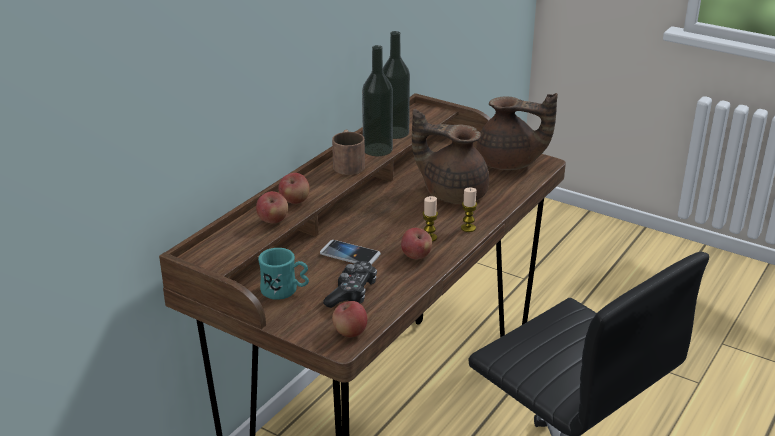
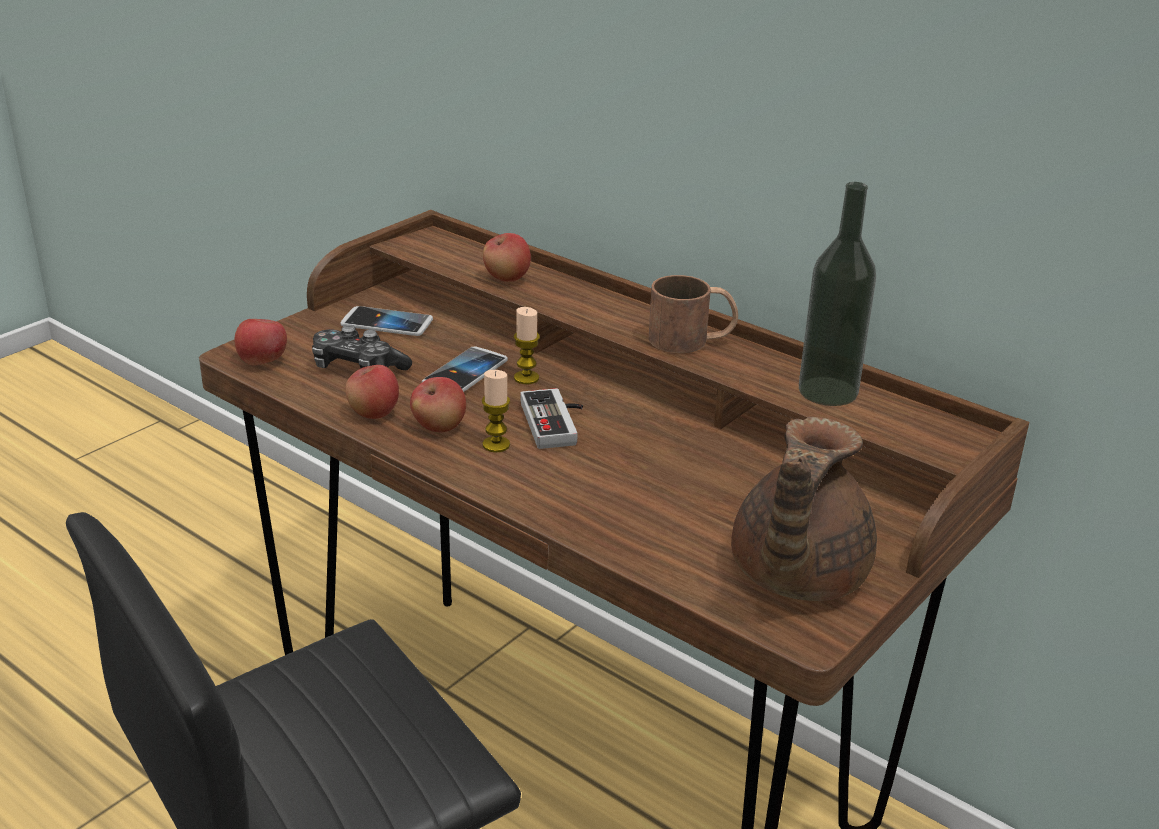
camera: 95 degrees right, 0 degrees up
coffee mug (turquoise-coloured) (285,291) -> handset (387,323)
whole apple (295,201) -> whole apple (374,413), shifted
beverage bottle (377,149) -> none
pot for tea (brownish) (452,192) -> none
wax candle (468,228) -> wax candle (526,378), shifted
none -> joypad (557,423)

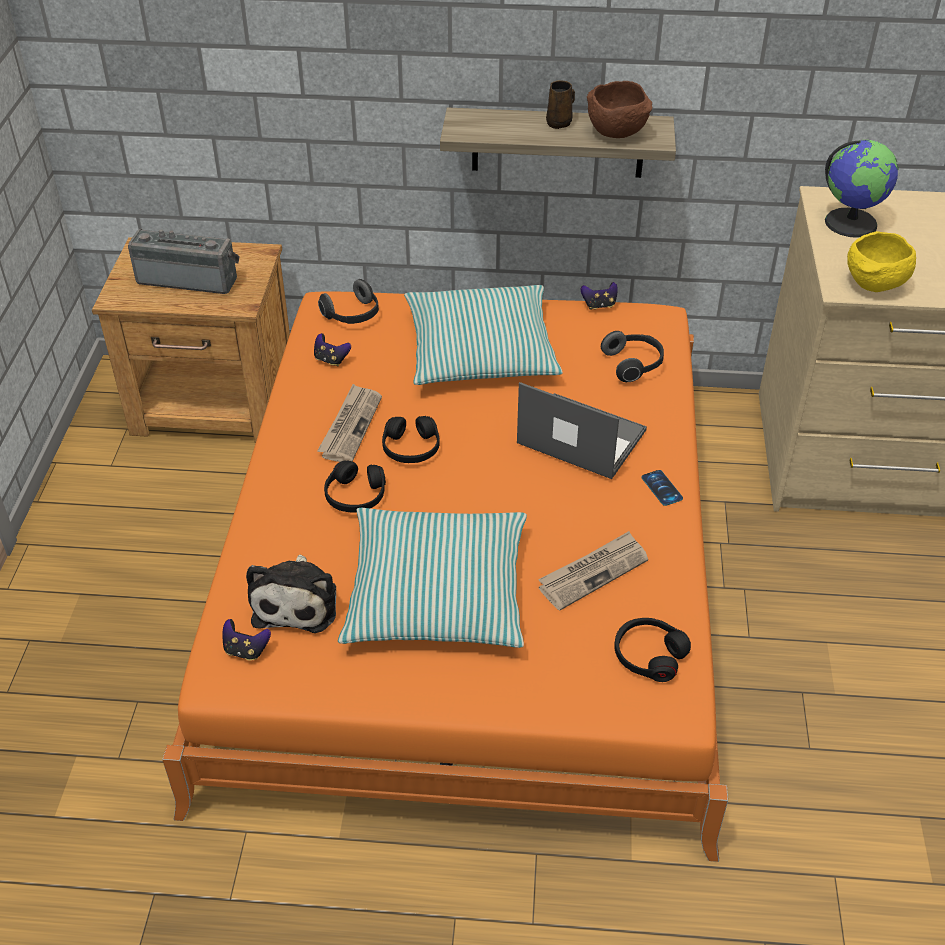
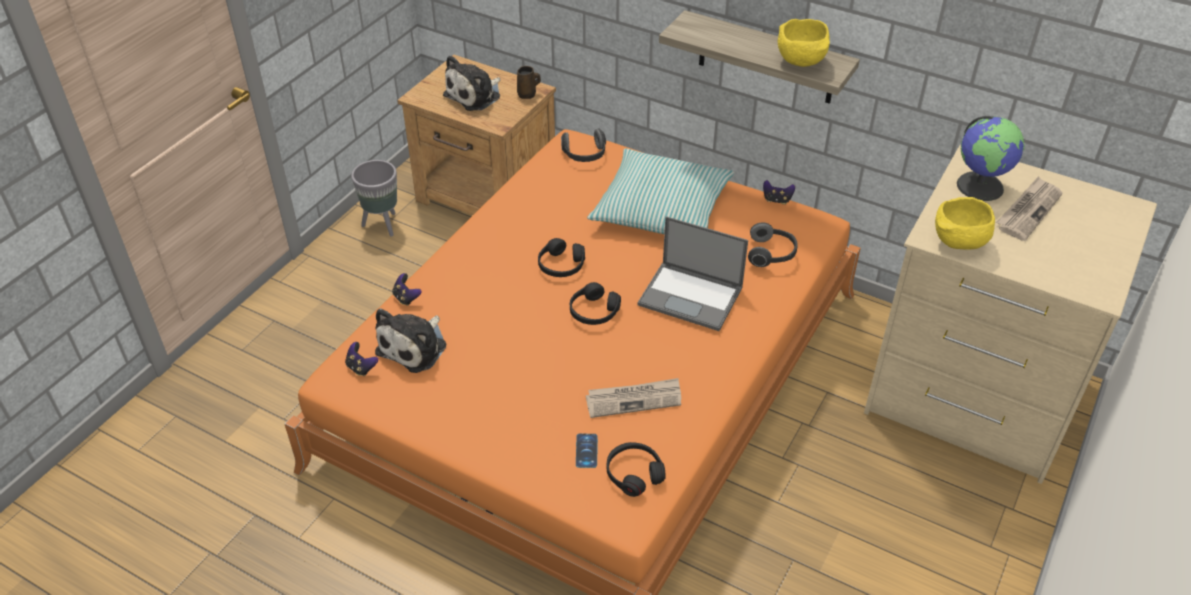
camera: 25 degrees right, 0 degrees up
radio (189,278) -> soft toy (475,95)
joypad (331,360) -> joypad (406,298), shifted
daily paper (350,426) -> daily paper (1028,210), shifted
headset (blackish) (355,495) -> headset (blackish) (594,311), shifted
pillow (437,592) -> none
notebook computer (579,437) -> notebook computer (692,296), 150 degrees clockwise
coffee mug (brownish) (560,123) -> coffee mug (brownish) (528,94), shifted
serving bowl (brownish) (618,133) -> serving bowl (yellow) (802,62)
handset (661,488) -> handset (586,451), shifted
none -> plant pot (gray) (383,225)

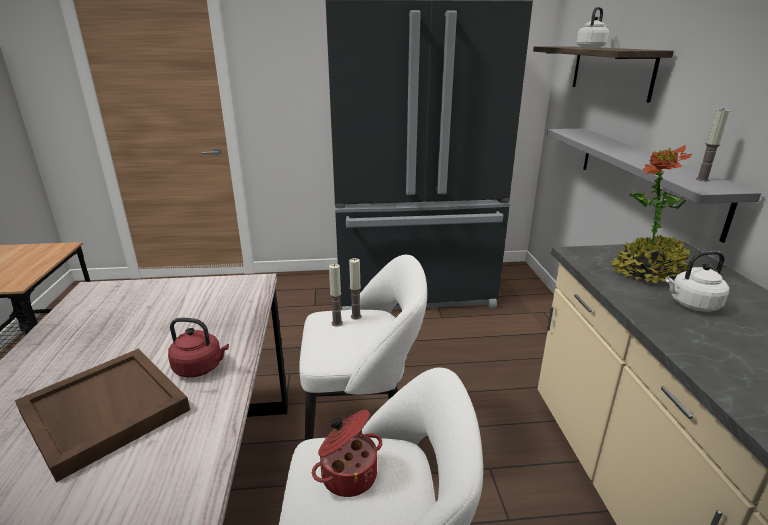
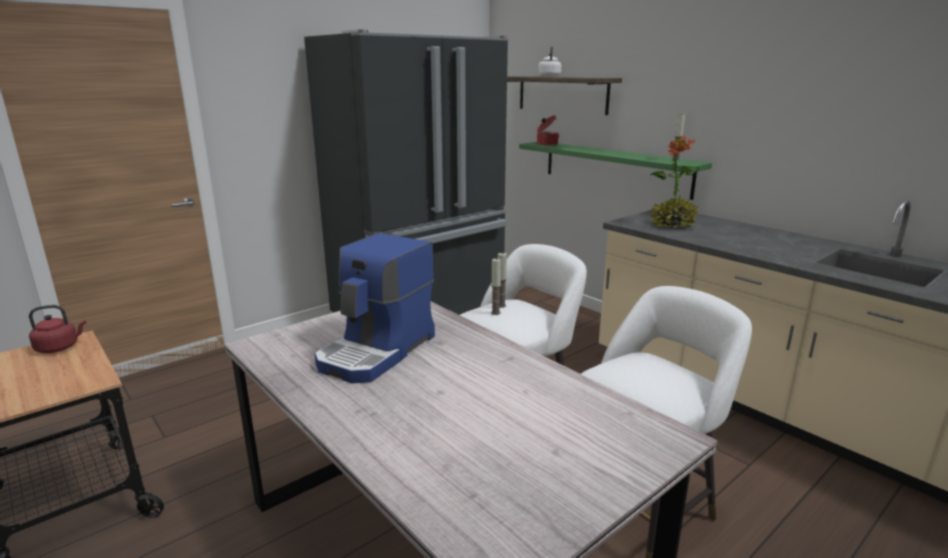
camera: 35 degrees left, 5 degrees down
tray (brownish) (103,411) -> none
tea kettle (red-coloured) (200,368) -> tea kettle (red-coloured) (60,347), shifted
cooking pot (348,474) -> cooking pot (546,144), shifted
wall shelf (gray) (644,175) -> wall shelf (greenish) (614,168)
tea kettle (whitish) (691,304) -> none
none -> coffee maker (378,351)

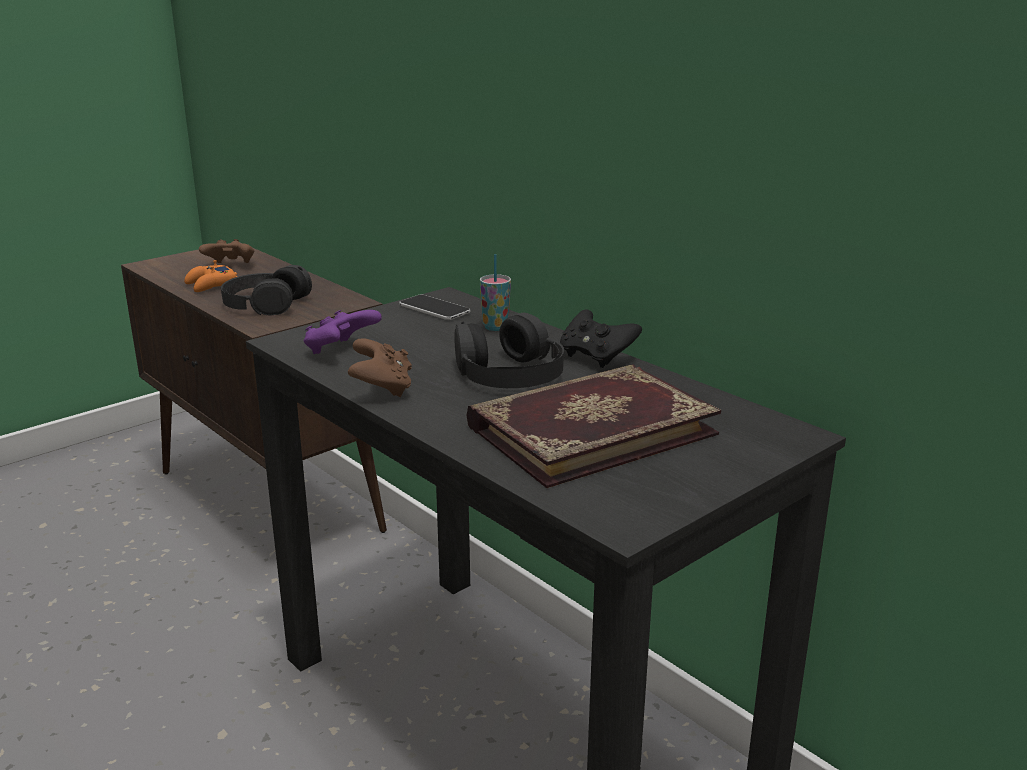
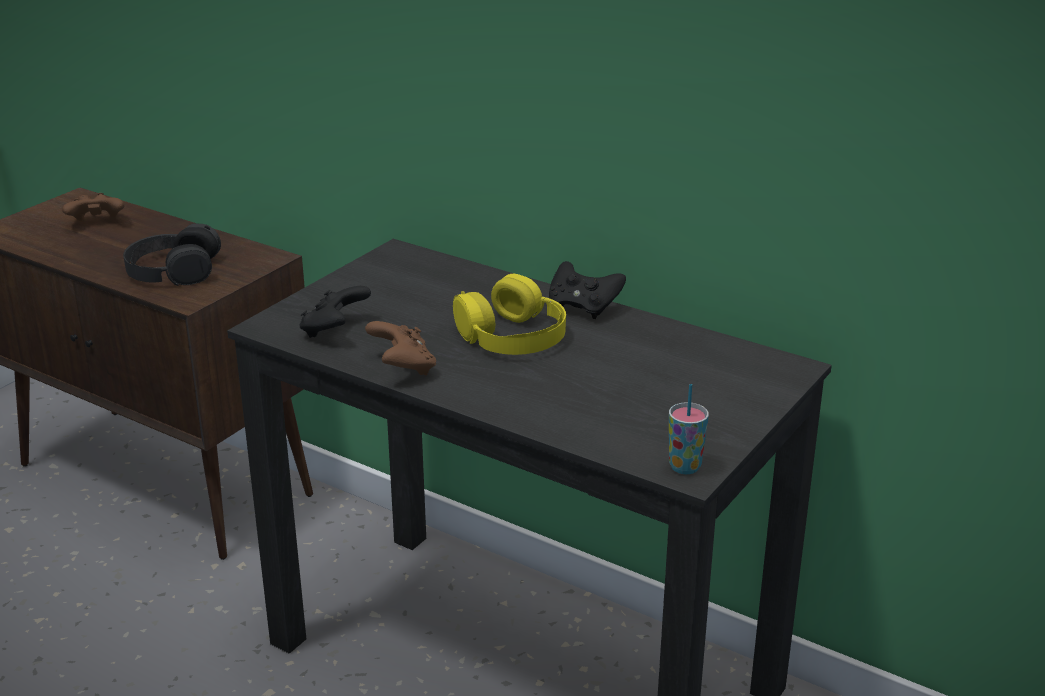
camera: 15 degrees left, 5 degrees up
joypad (orangey) (211,284) -> none
joypad (purplish) (341,350) -> joypad (blackish) (334,330)
handset (434,309) -> none
headset (blackish) (509,372) -> headset (yellow) (512,335)
book (589,429) -> none
drinking cup (495,327) -> drinking cup (685,467), shifted

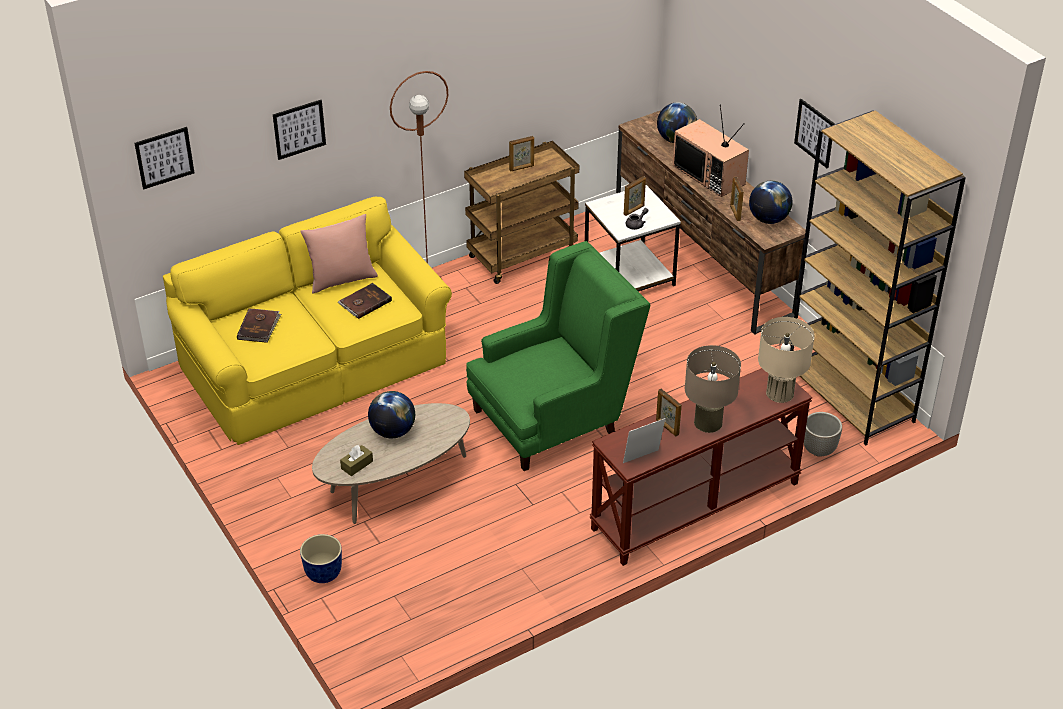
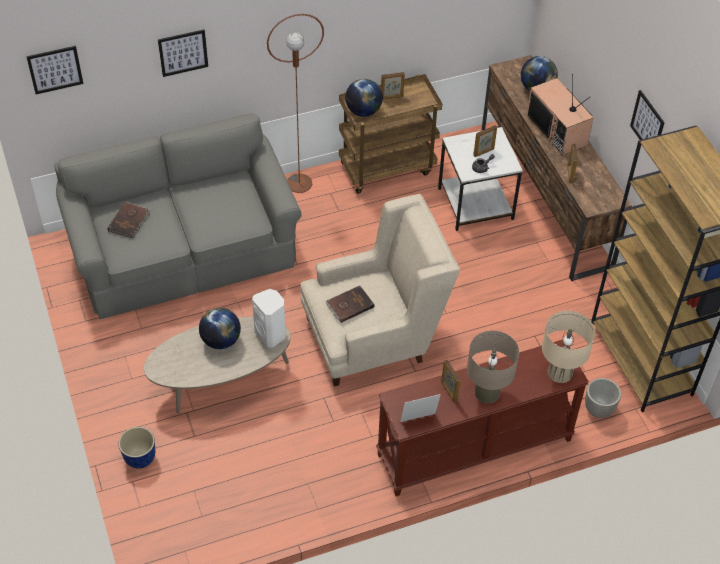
camera: 10 degrees right, 10 degrees up
couch (yellow) (315,364) -> couch (gray) (184,249)
pillow (pink-coloured) (342,279) -> none
book (brownish) (364,302) -> book (brownish) (349,305), shifted
tissue box (brownish) (357,465) -> none
easy chair (greenish) (555,417) -> easy chair (beige-coloured) (374,336)
desk globe (768,219) -> desk globe (363,111), shifted
none -> audio speaker (whitish) (271,334)

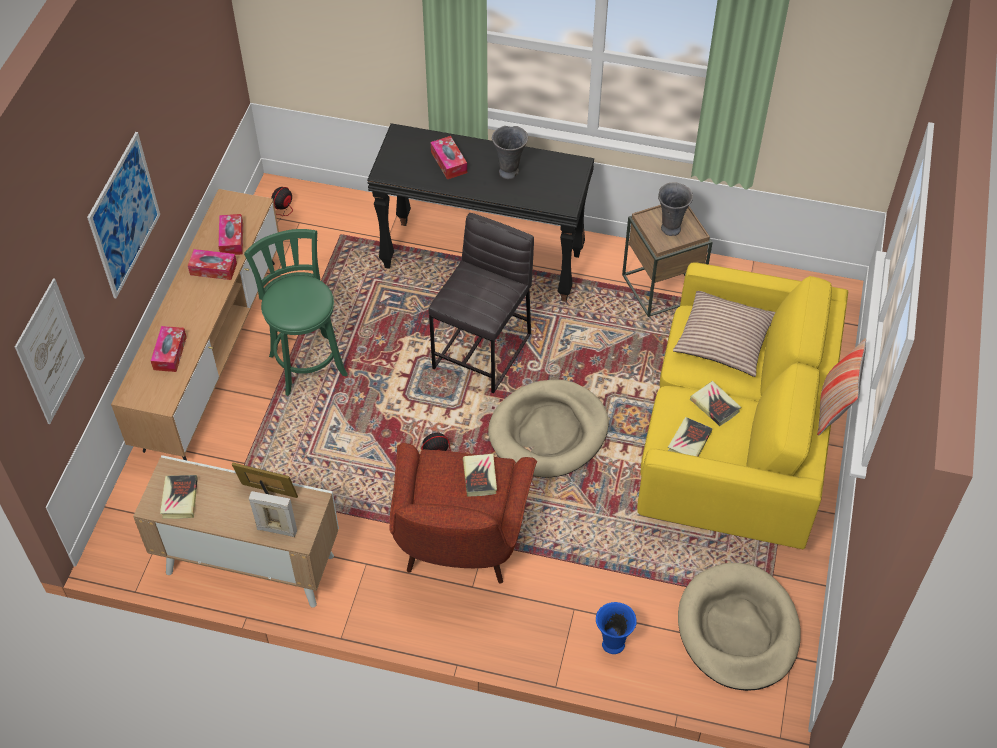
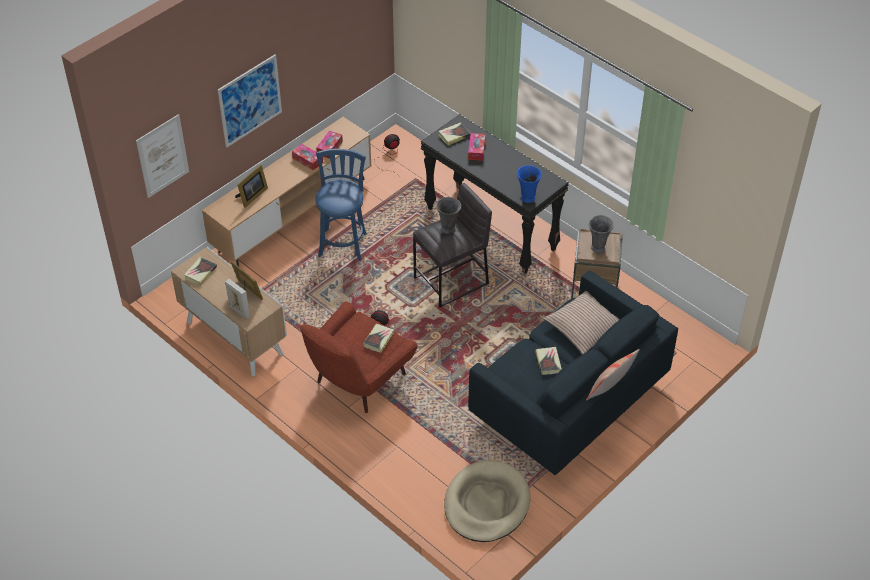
camera: 30 degrees right, 5 degrees down
tissue box (170,353) -> photo frame (251,196)
sitting stool (greenish) (307,362) -> sitting stool (blue) (343,243)
dog cushion (beige-coloured) (548,432) -> none
vase (gray) (509,172) -> vase (gray) (448,229), shifted
vase (blue) (612,644) -> vase (blue) (527,198), shifted
couch (yellow) (732,441) -> couch (blue) (567,400)
book (689,442) -> book (454,135), shifted

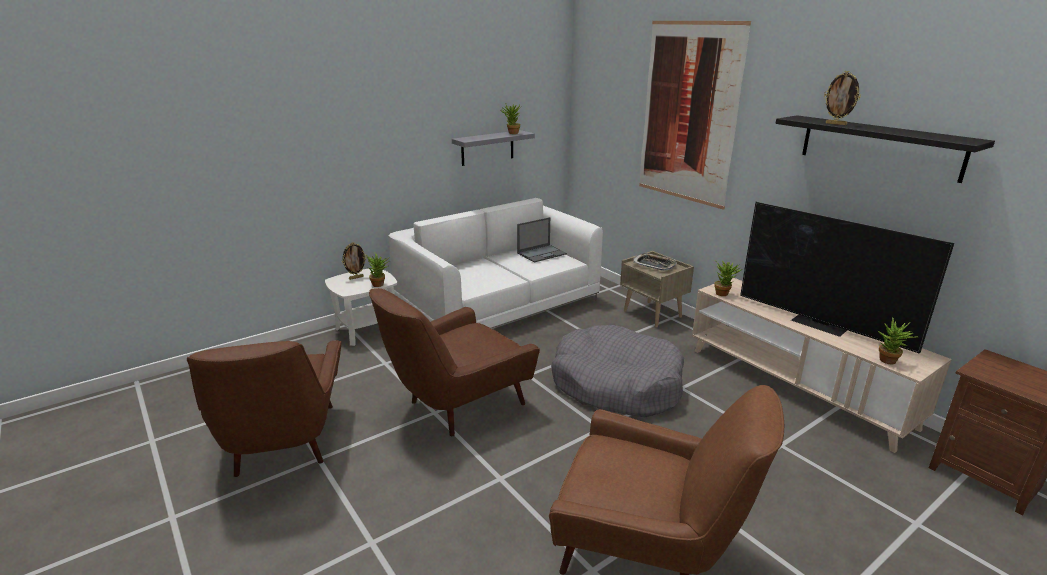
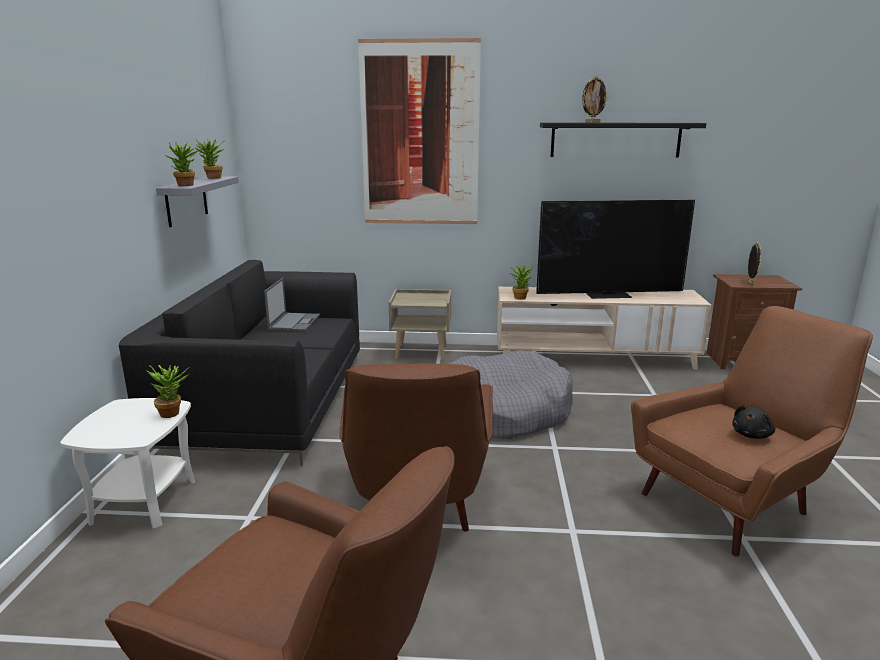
camera: 50 degrees left, 5 degrees down
photo frame (356,277) -> photo frame (750,283), shifted
couch (whitish) (498,305) -> couch (blackish) (267,401)
tray (654,265) -> none
houseplant (889,362) -> houseplant (187,185), shifted
none -> soft toy (blackish) (752,435)

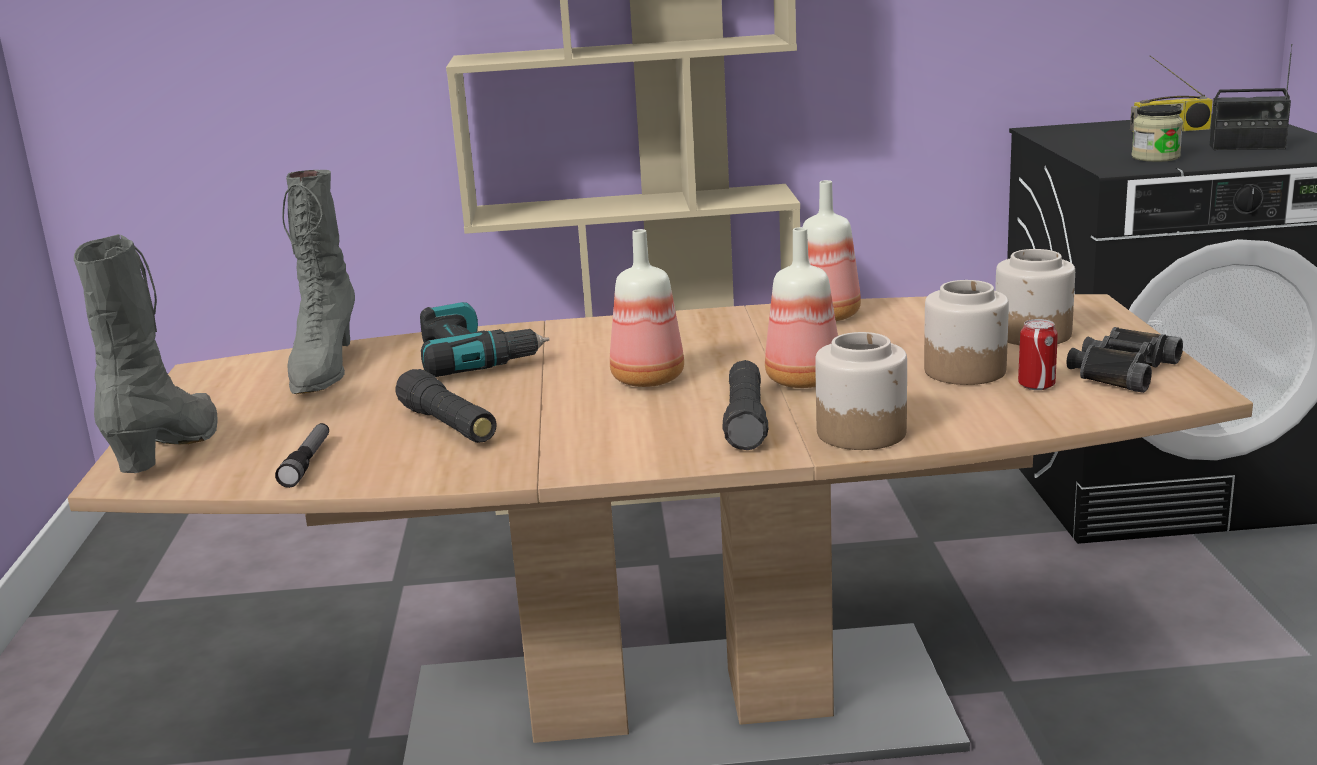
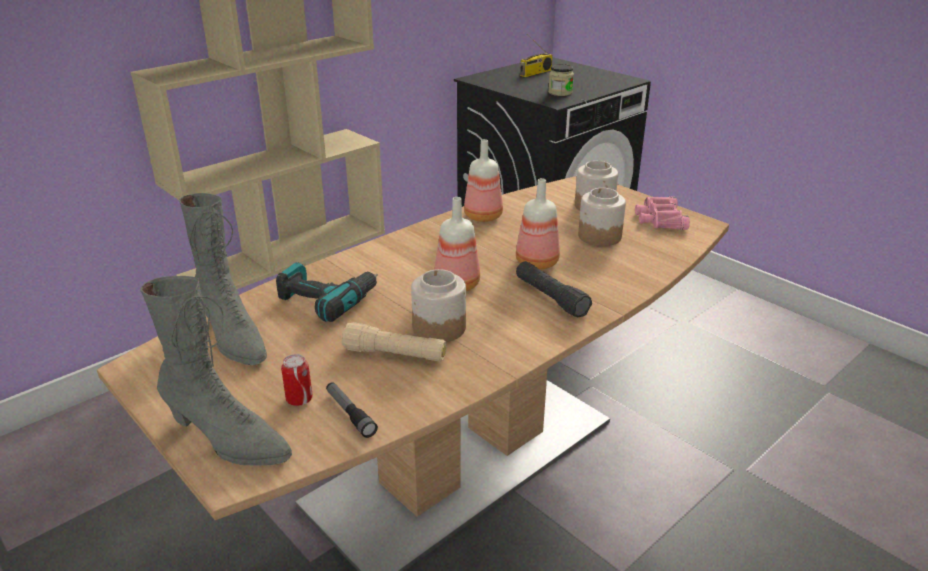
camera: 40 degrees left, 10 degrees up
high-top boot (gray) (171,448) -> high-top boot (gray) (227,440), 150 degrees clockwise
flashlight (blackish) (448,426) -> flashlight (beige-coloured) (395,354)
jar (861,432) -> jar (439,327), shifted
metal can (1036,385) -> metal can (299,399), shifted
pair of binoculars (blackish) (1120,370) -> pair of binoculars (pink-coloured) (659,219)
radio (1247,147) -> none

